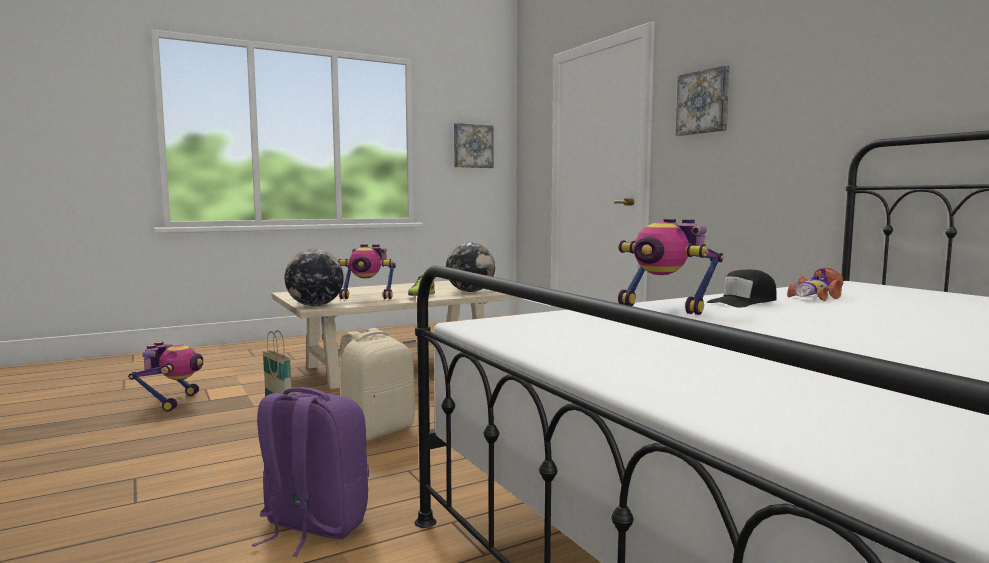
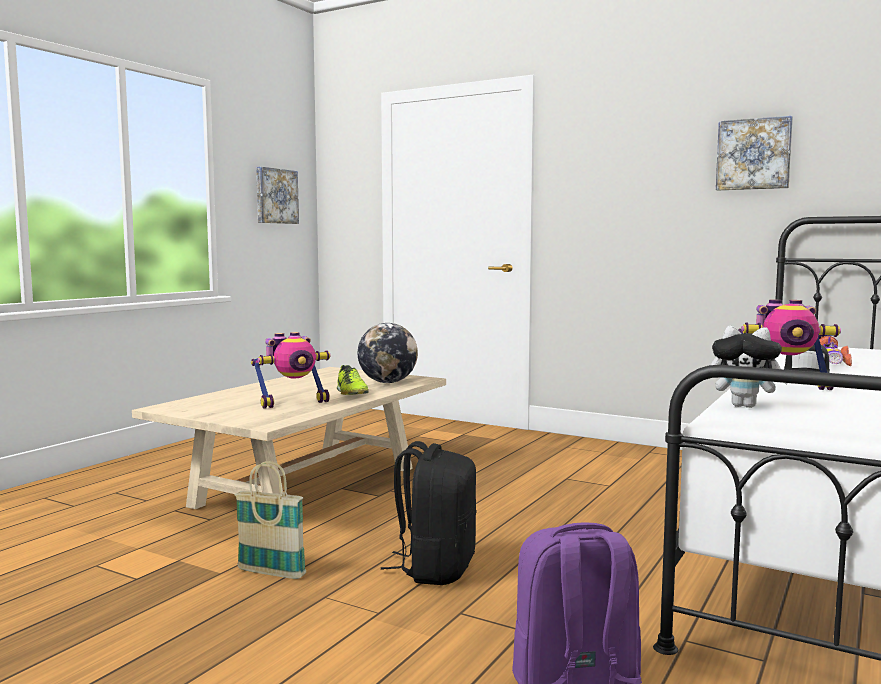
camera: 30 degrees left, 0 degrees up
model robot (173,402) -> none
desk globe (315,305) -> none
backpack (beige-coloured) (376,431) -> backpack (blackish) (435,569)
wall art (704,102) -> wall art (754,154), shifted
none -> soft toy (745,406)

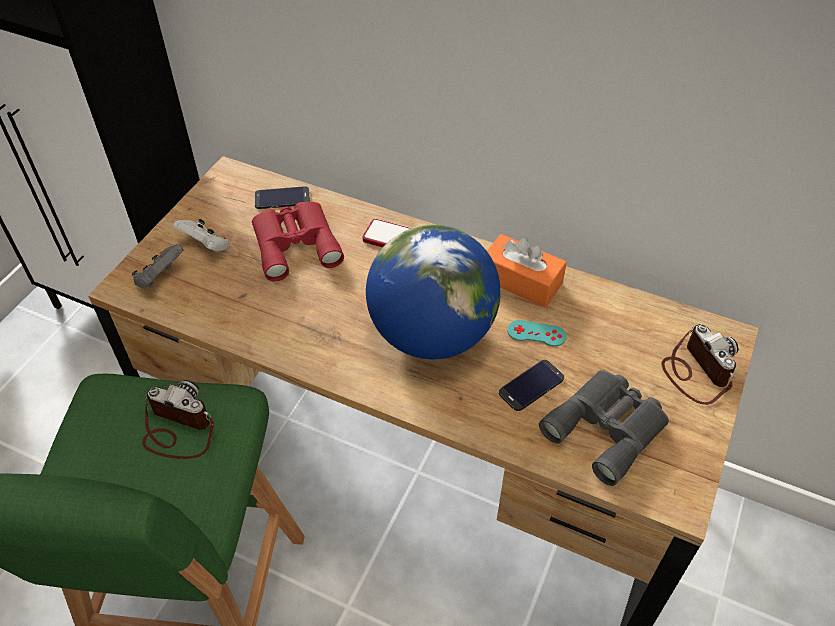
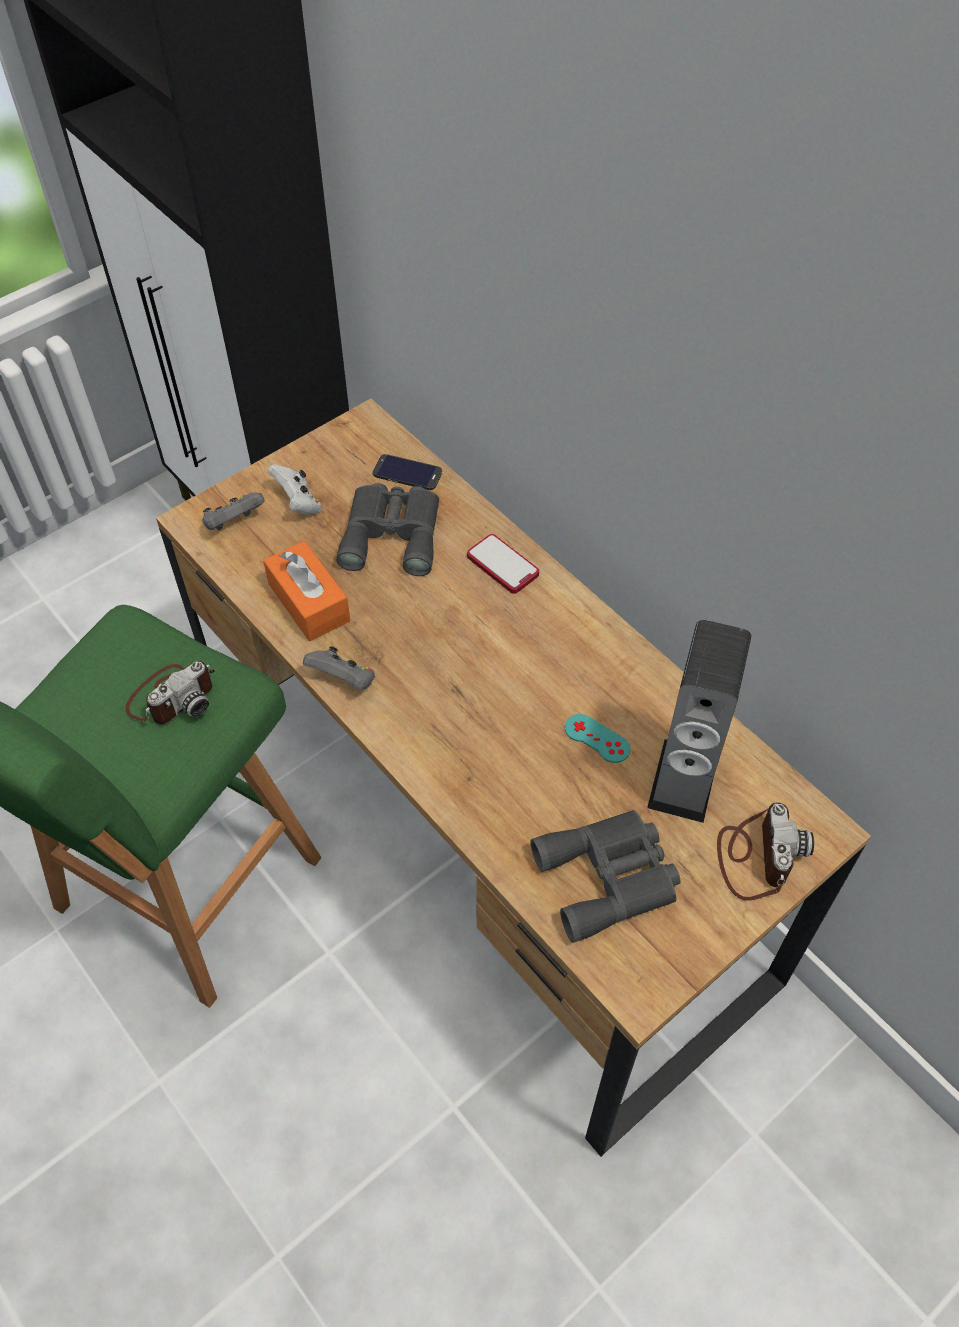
camera: 25 degrees right, 5 degrees up
photo camera (177,429) -> photo camera (172,696), 90 degrees clockwise
pair of binoculars (red-coloured) (295,243) -> pair of binoculars (gray) (393,533)
desk globe (432,334) -> none
tissue box (orangey) (521,281) -> tissue box (orangey) (309,602), shifted
handset (531,385) -> none
none -> joypad (gray) (344,680)
none -> audio speaker (683,780)

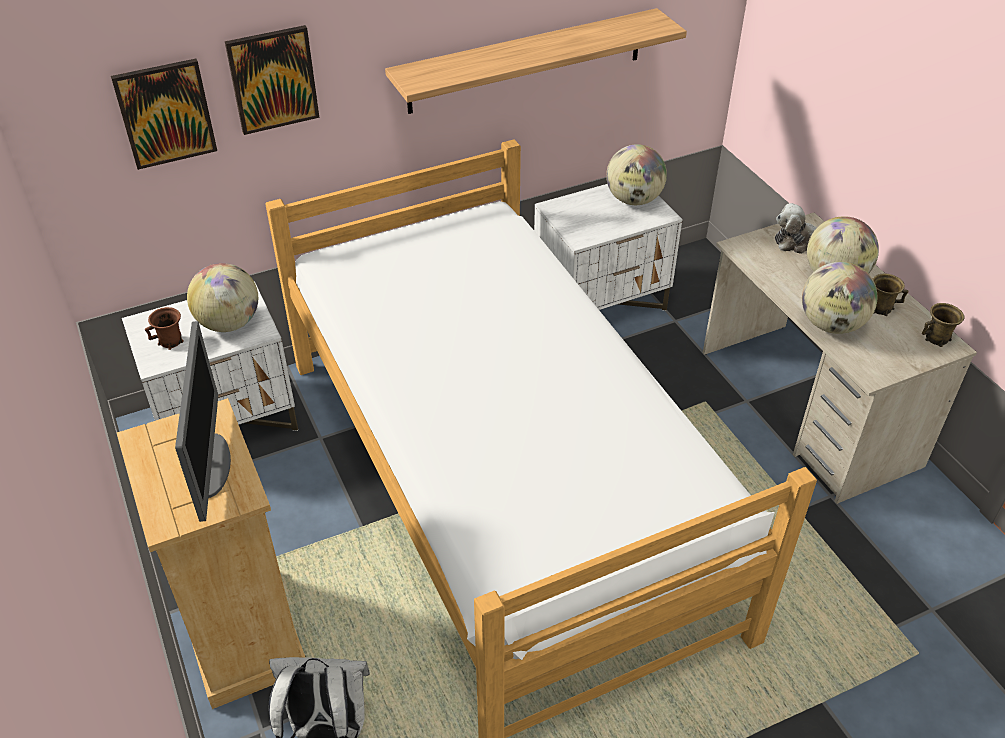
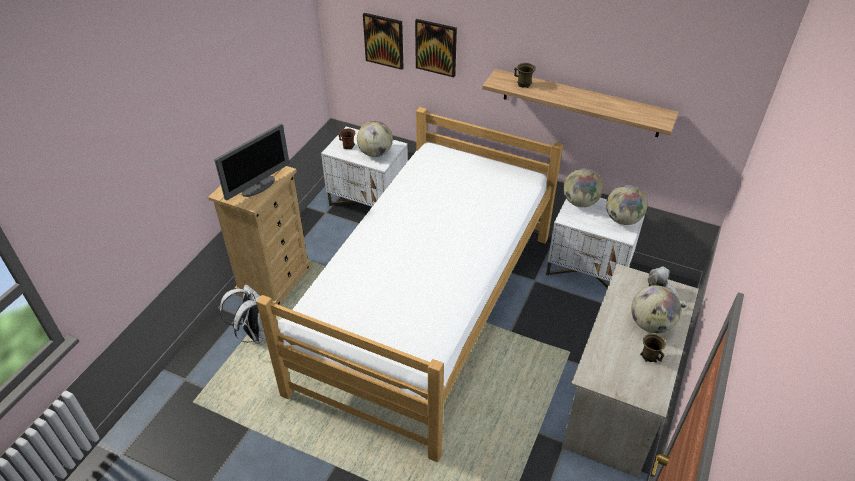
camera: 50 degrees right, 0 degrees up
desk globe (831,324) -> desk globe (580,202), shifted
coffee mug (brownish) (937,338) -> coffee mug (brownish) (524,84), shifted

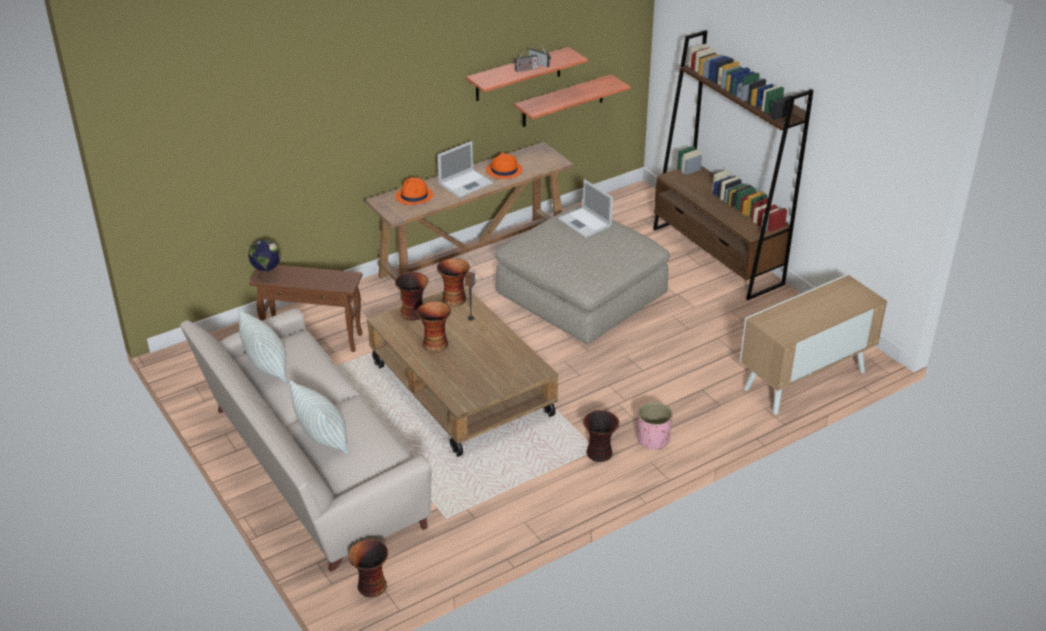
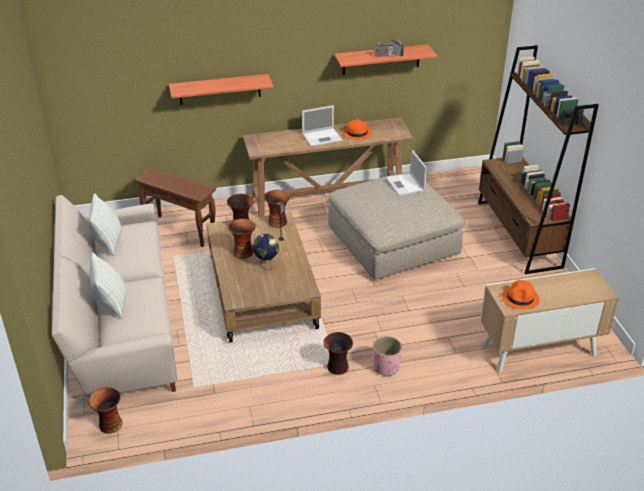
camera: 20 degrees right, 0 degrees up
desk globe (267,275) -> desk globe (266,263), shifted
clothing hat (orangey) (414,196) -> clothing hat (orangey) (520,298), shifted
wall shelf (563,101) -> wall shelf (220,89), shifted

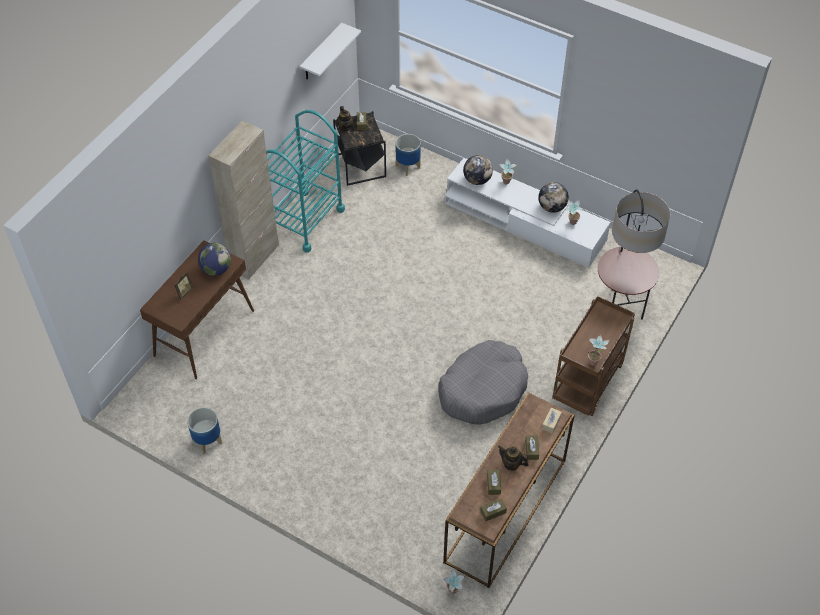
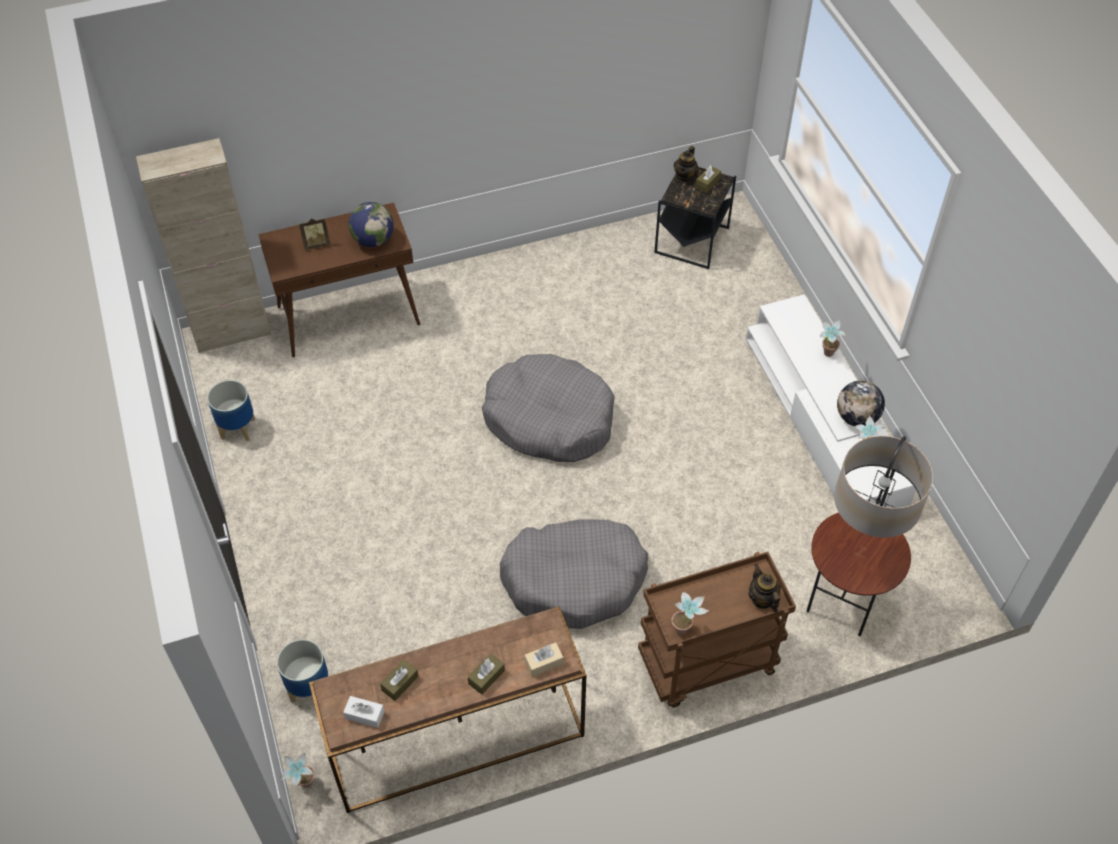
camera: 40 degrees right, 0 degrees up
cupboard (beige-coloured) (254,258) -> cupboard (beige-coloured) (232,332), shifted
wheeled cart (turquoise-coloured) (305,220) -> none
wall shelf (whitish) (321,53) -> none
plant pot (407,167) -> plant pot (308,688), shifted
desk globe (477,180) -> none
tissue box (brownish) (493,512) -> tissue box (whitish) (364,715)
pot for tea (511,464) -> pot for tea (762,599), shifted
none -> dog cushion (gray) (549,419)

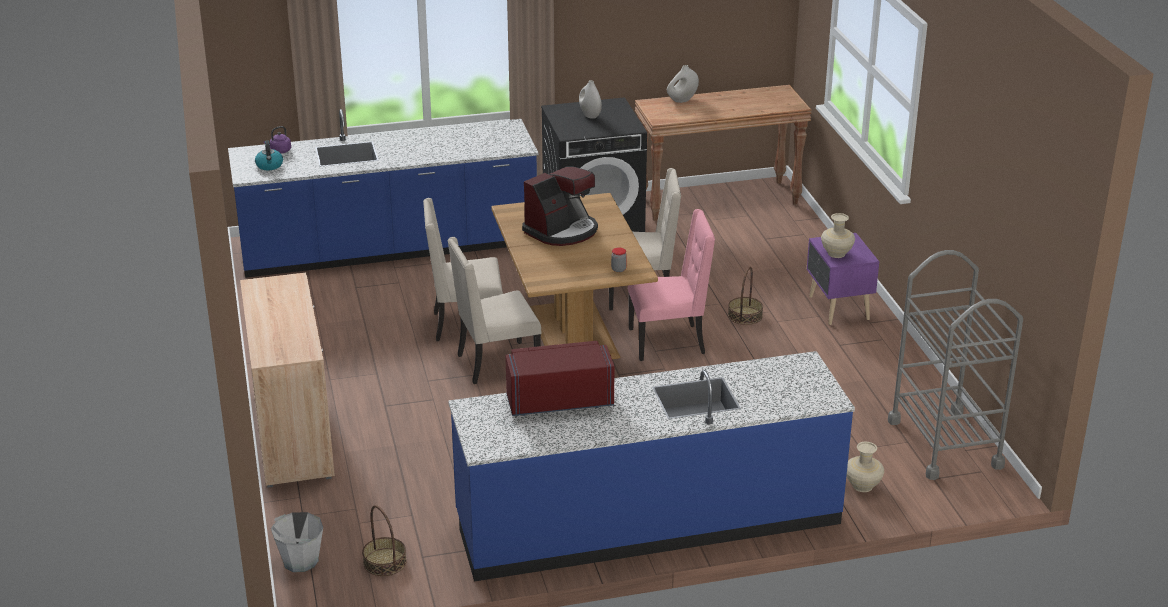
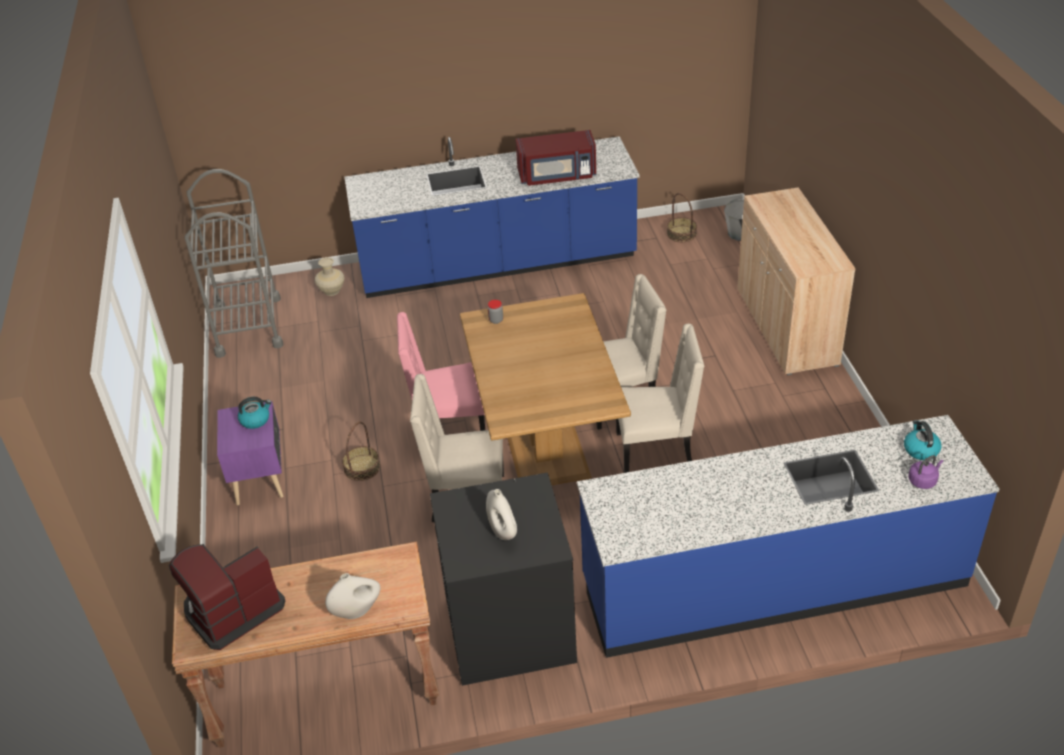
camera: 175 degrees left, 10 degrees up
coffee maker (562,231) -> coffee maker (232,610), shifted
vase (beige-coloured) (837,253) -> tea kettle (255,420)

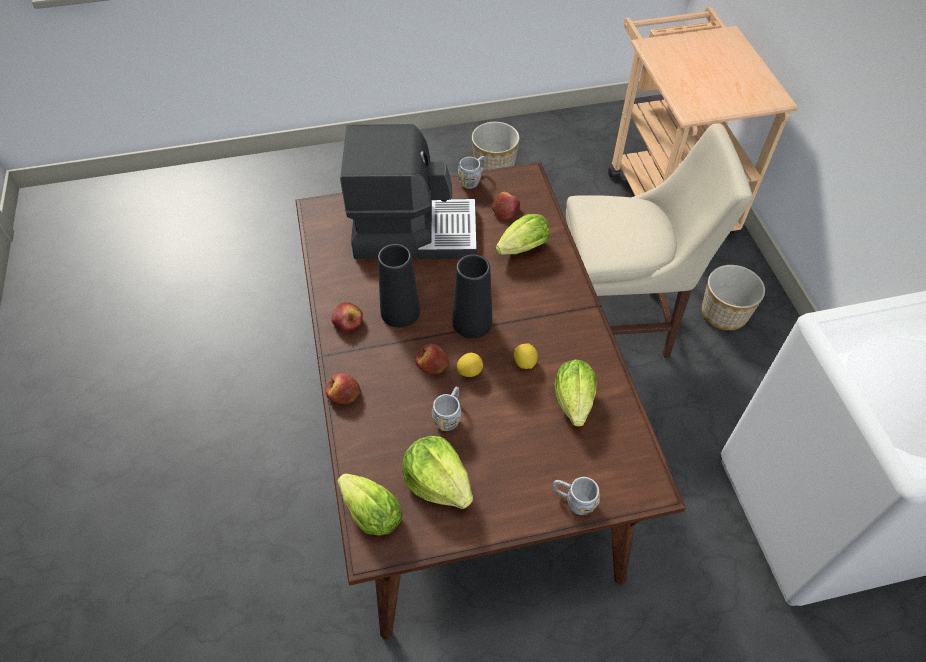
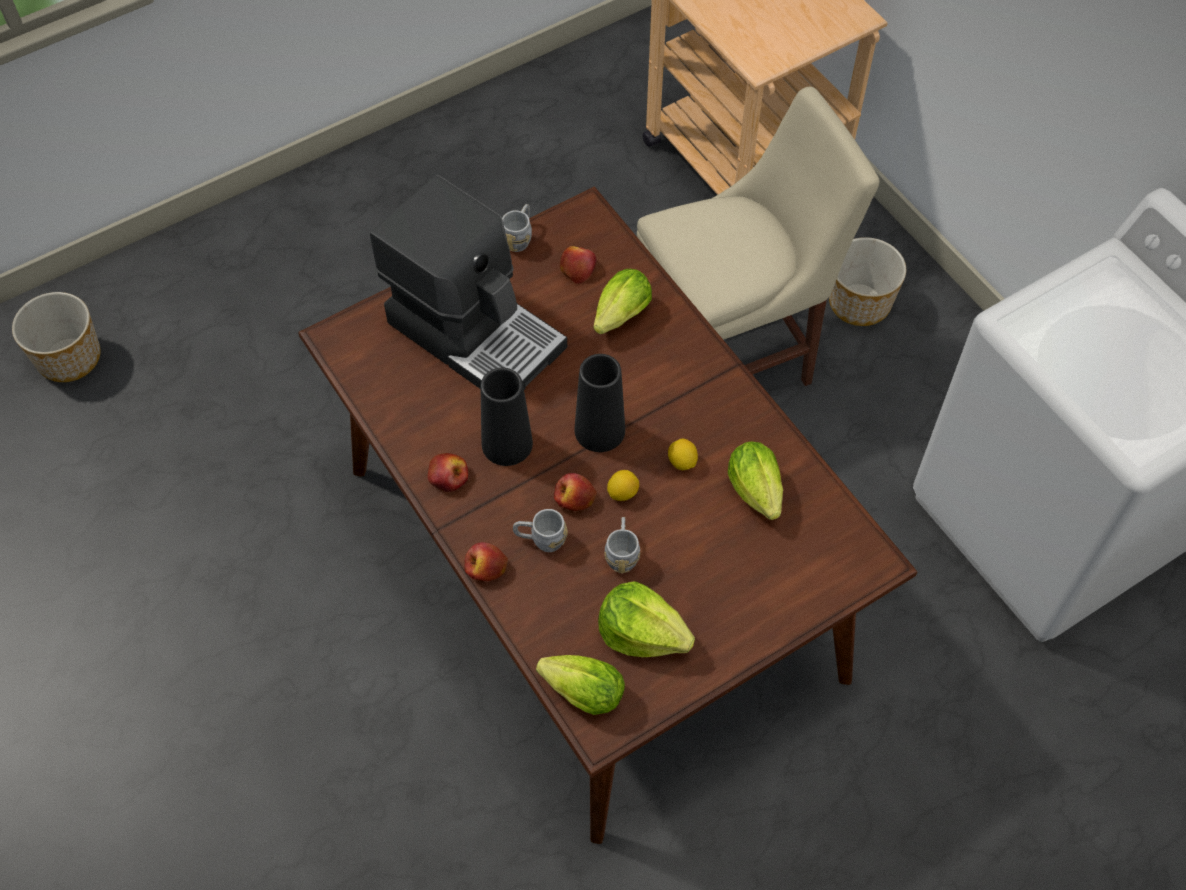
camera: 20 degrees left, 5 degrees up
coffee maker (414,231) -> coffee maker (476,332), 60 degrees clockwise
plant pot (494,166) -> plant pot (69,357), shifted
coffee mug (gray) (573,501) -> coffee mug (gray) (541,540), shifted

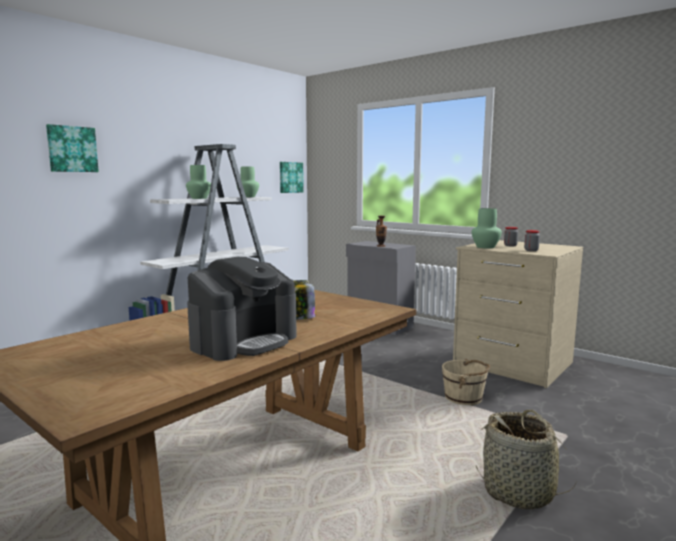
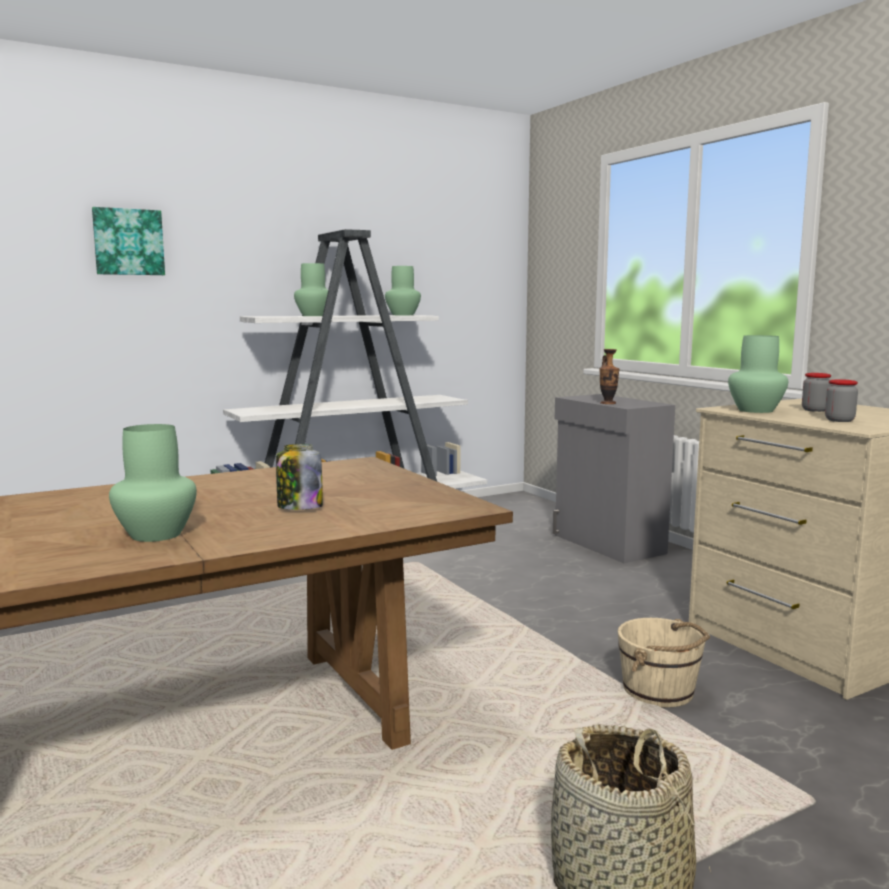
camera: 20 degrees right, 0 degrees up
coffee maker (244,341) -> vase (greenish) (156,534)
wall art (290,177) -> none

